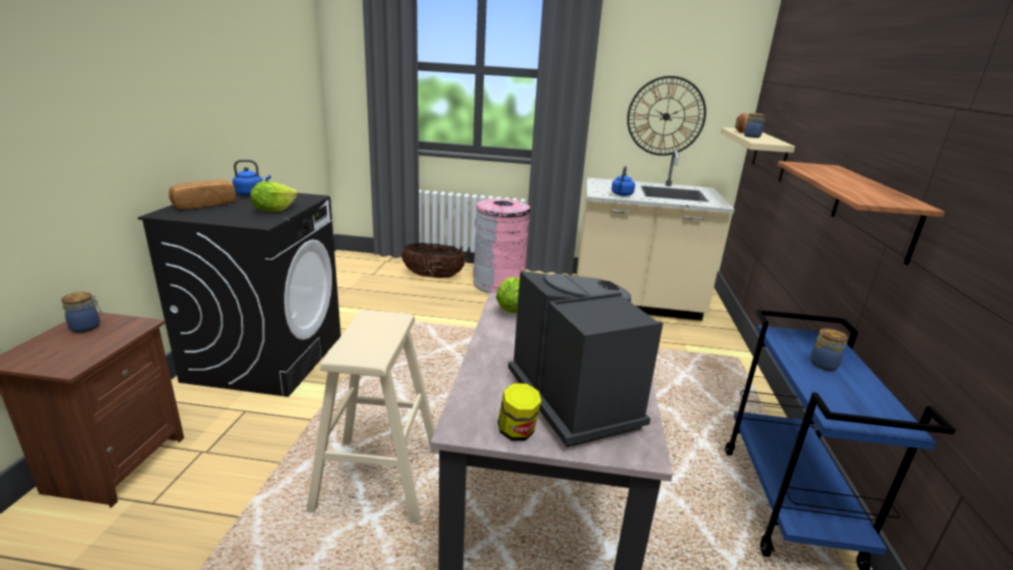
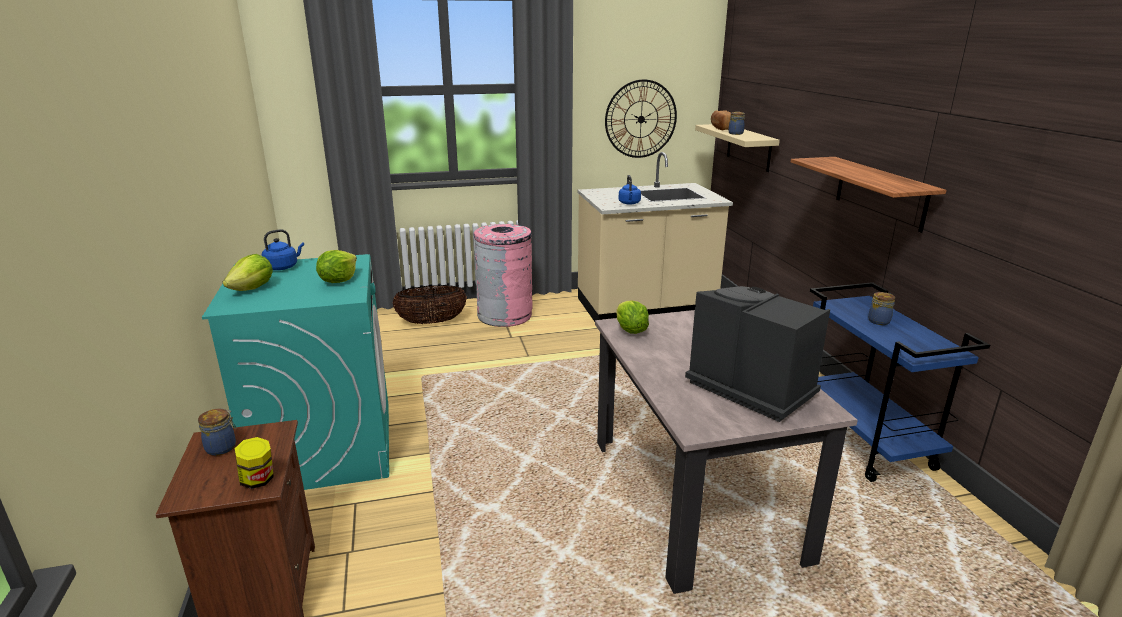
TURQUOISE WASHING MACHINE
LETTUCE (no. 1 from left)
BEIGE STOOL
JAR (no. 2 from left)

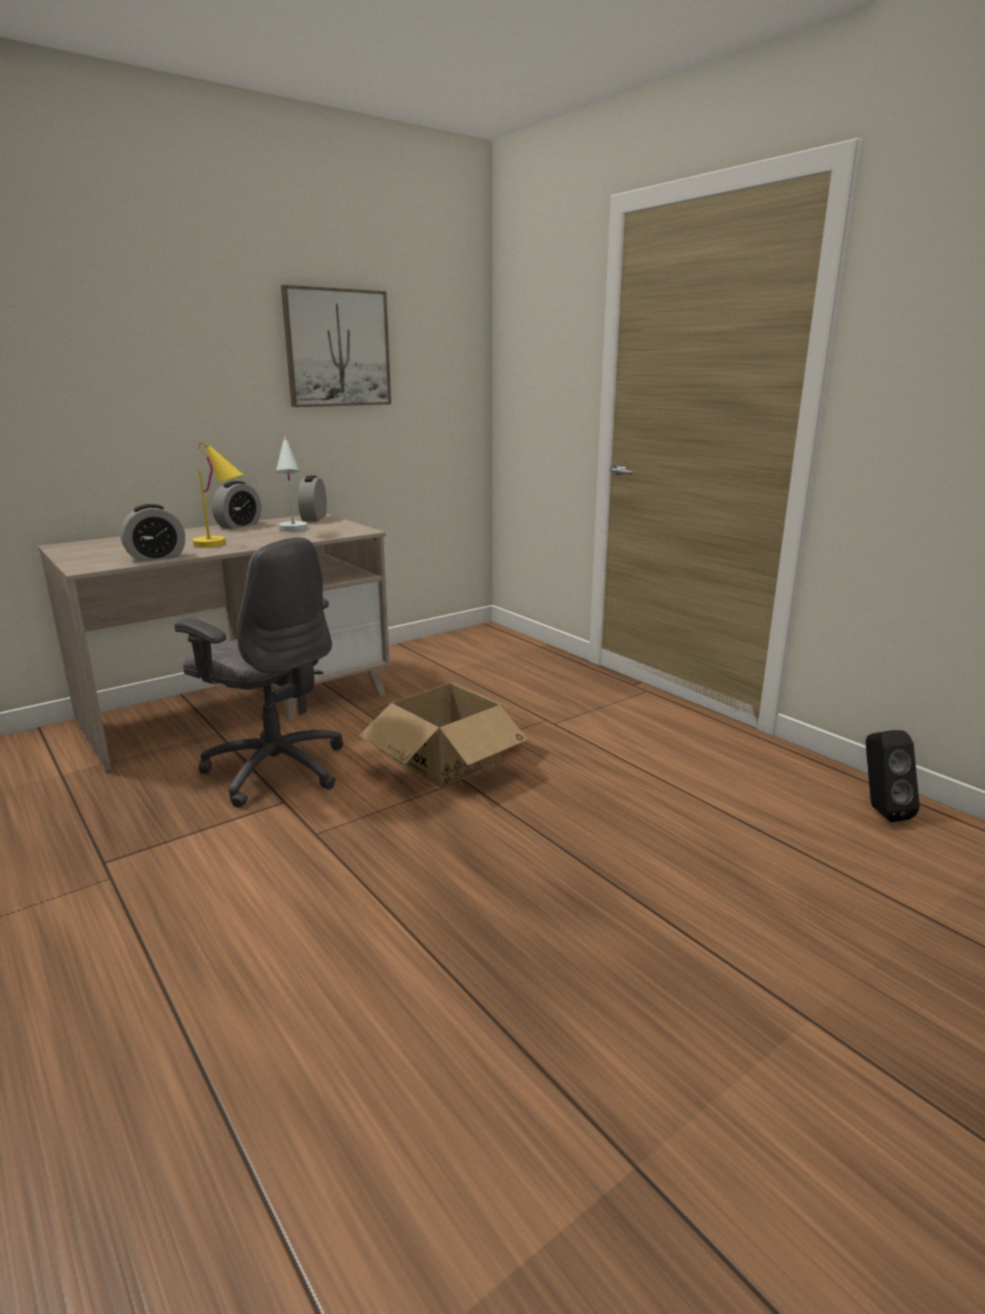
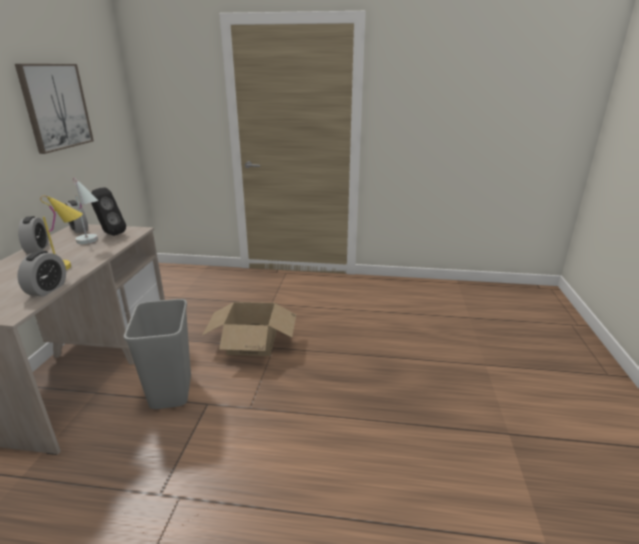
GREY TRASH CAN
BLACK SPEAKER

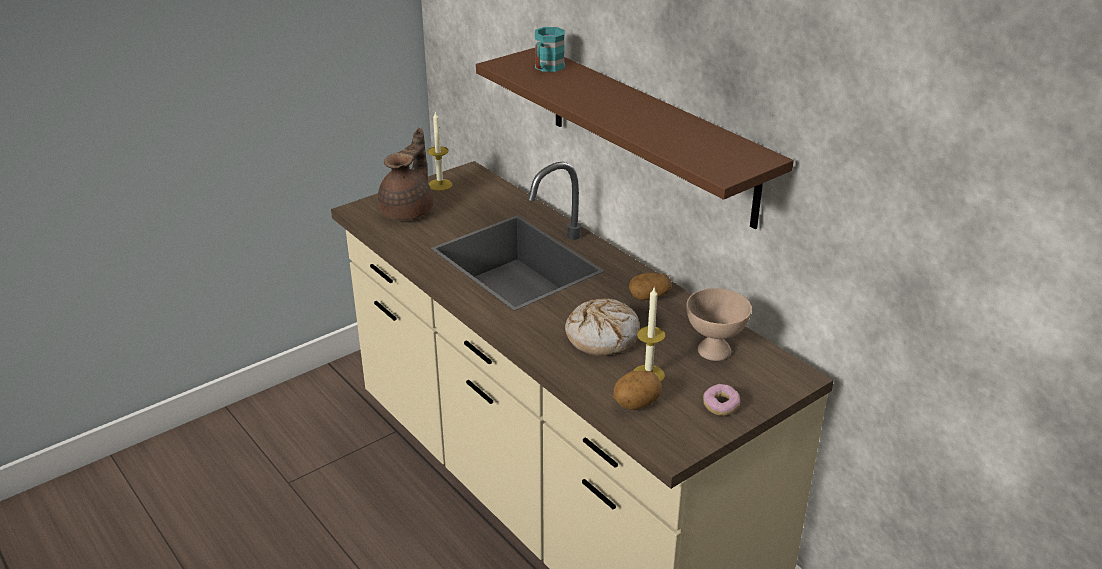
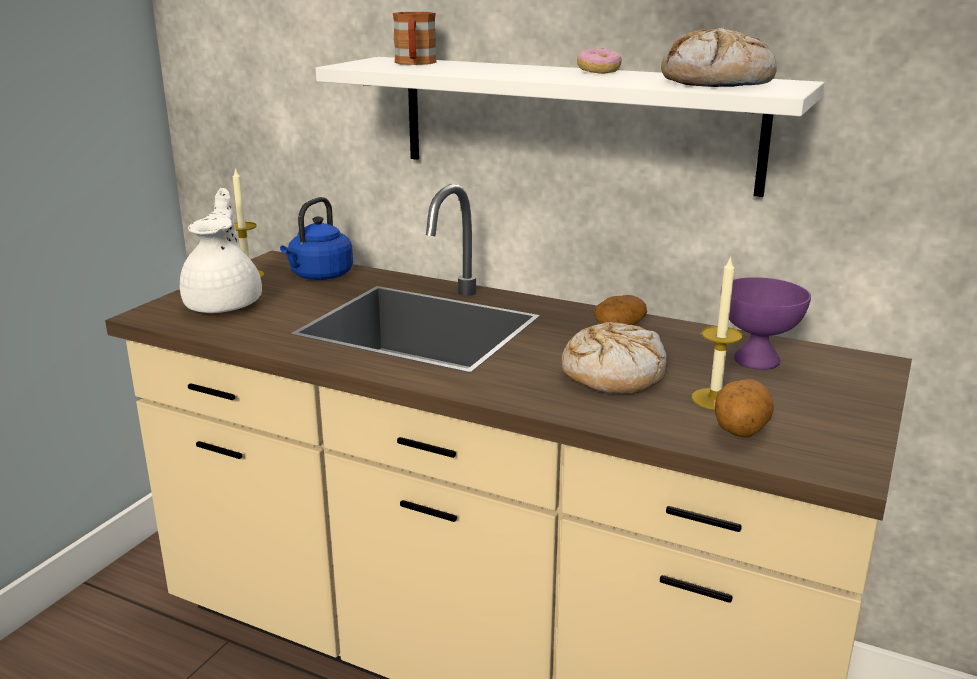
WHITE TEAPOT
WHITE SHELF
BROWN MUG
PURPLE BOWL
DONUT
BLUE KETTLE
BREAD (no. 2 from left)

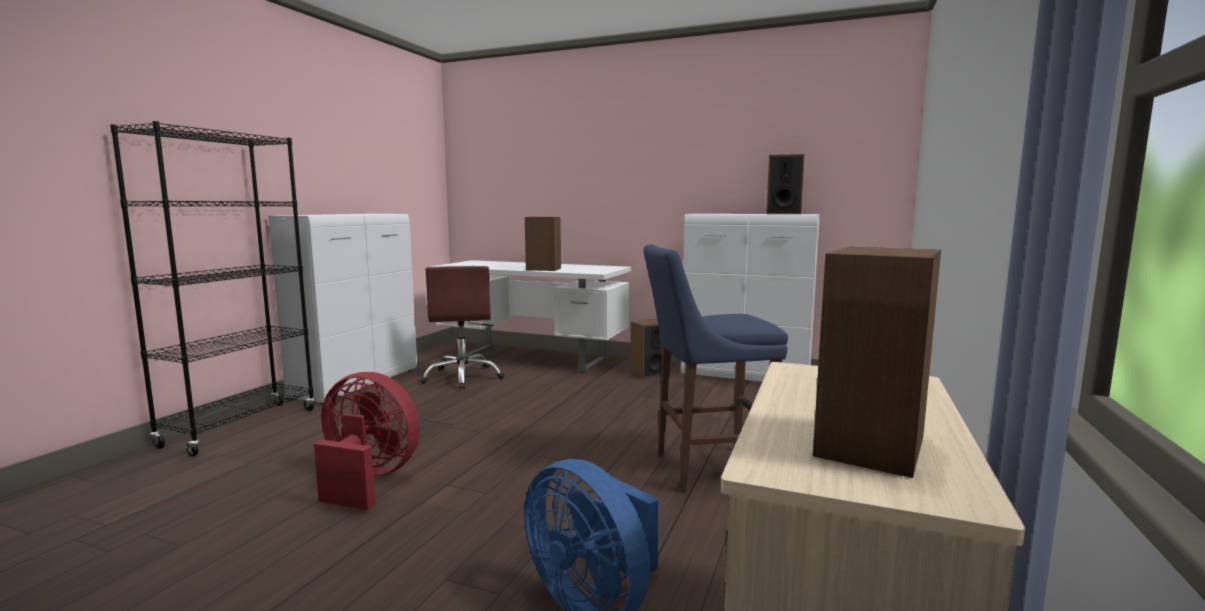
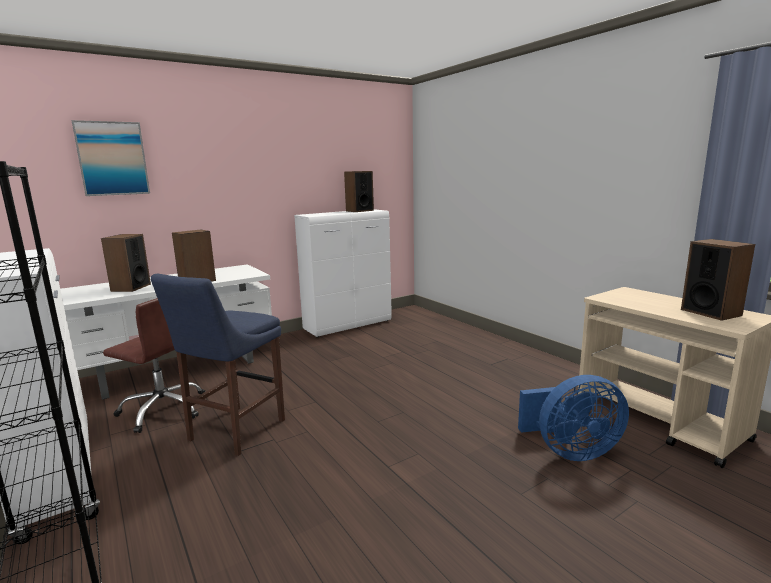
RED FAN
SPEAKER (no. 1 from left)
BLUE STOOL
PICTURE

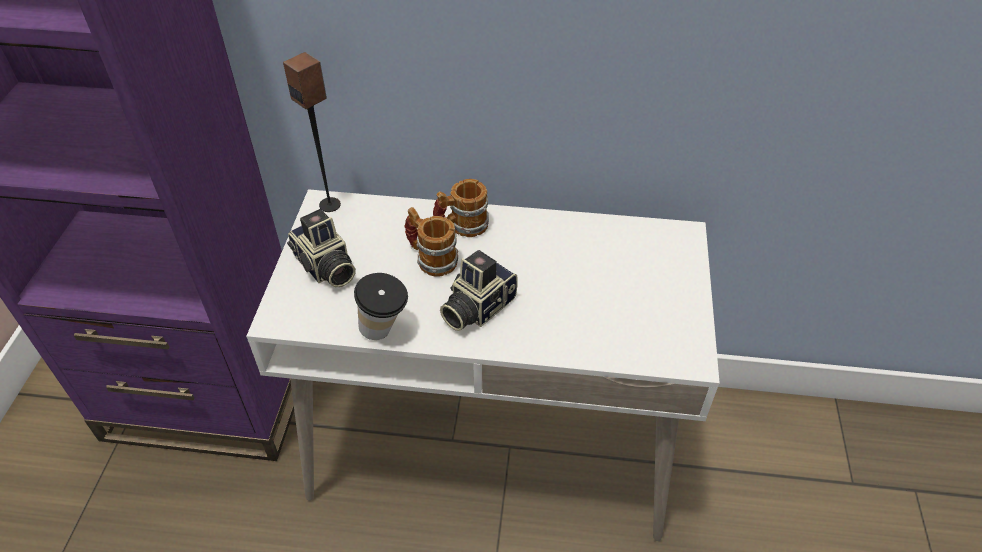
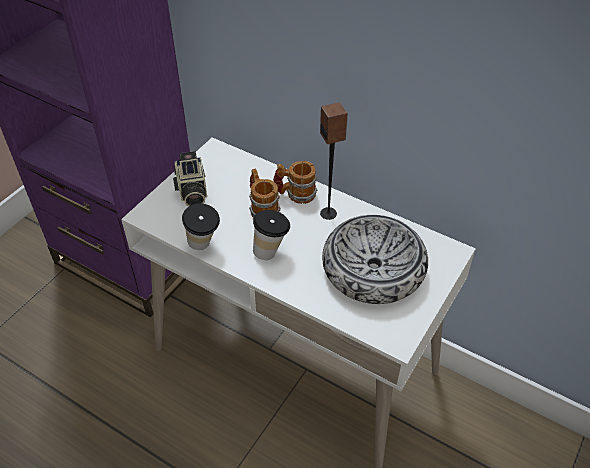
SPEAKER
CUP (no. 2 from left)
BOWL

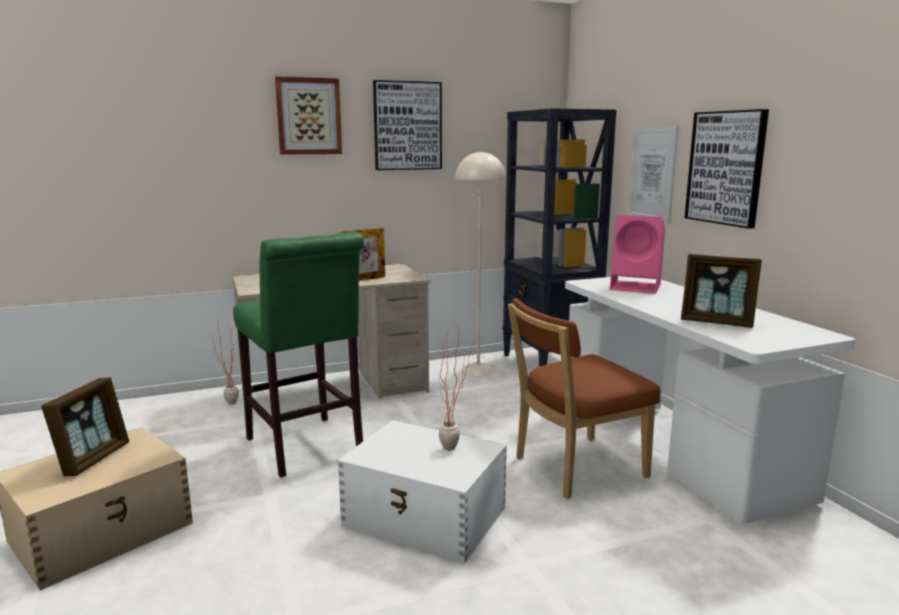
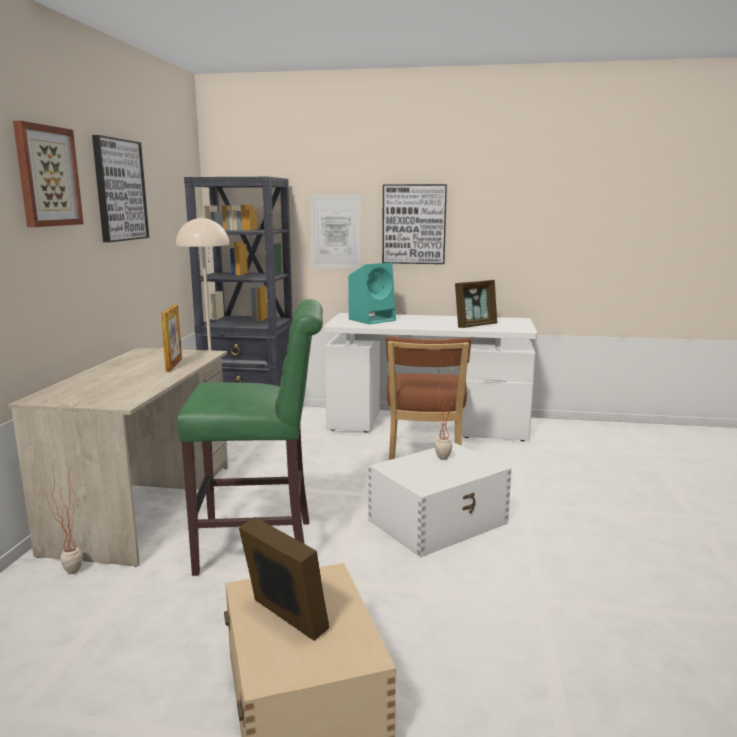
TURQUOISE SPEAKER

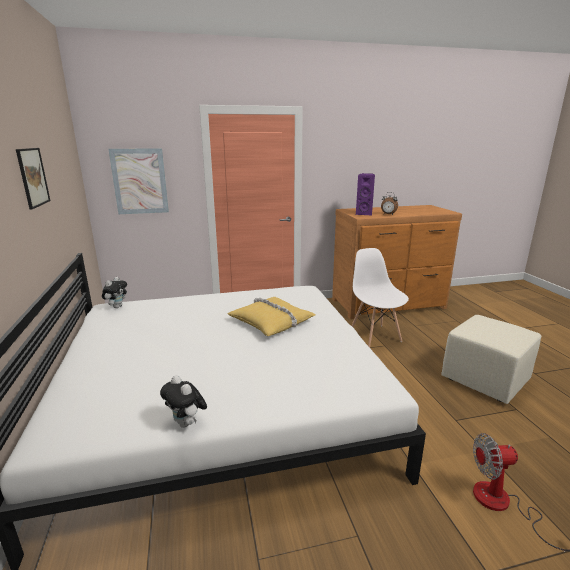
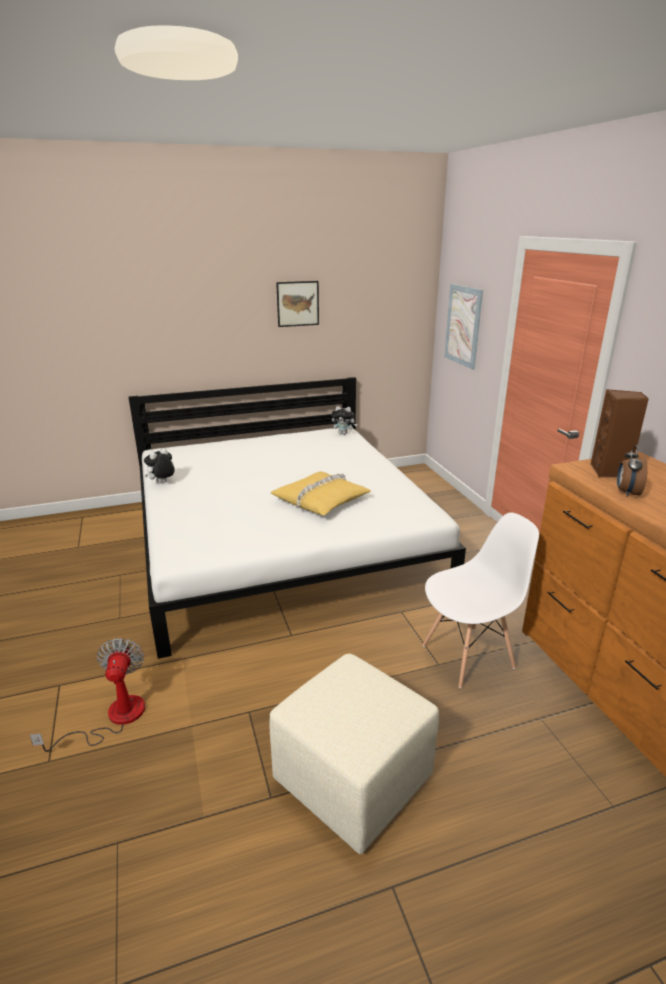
BROWN SPEAKER

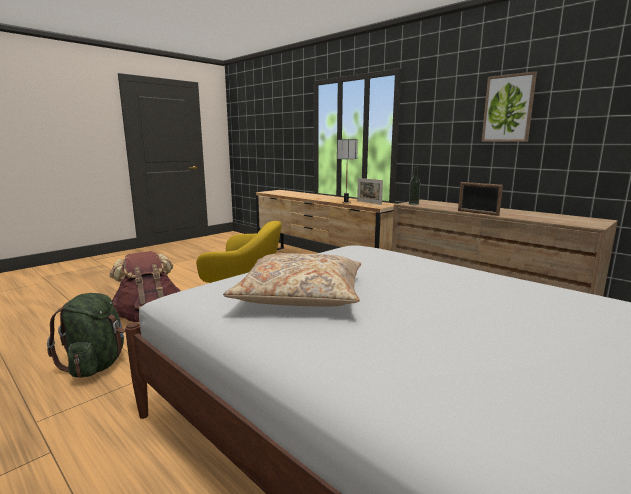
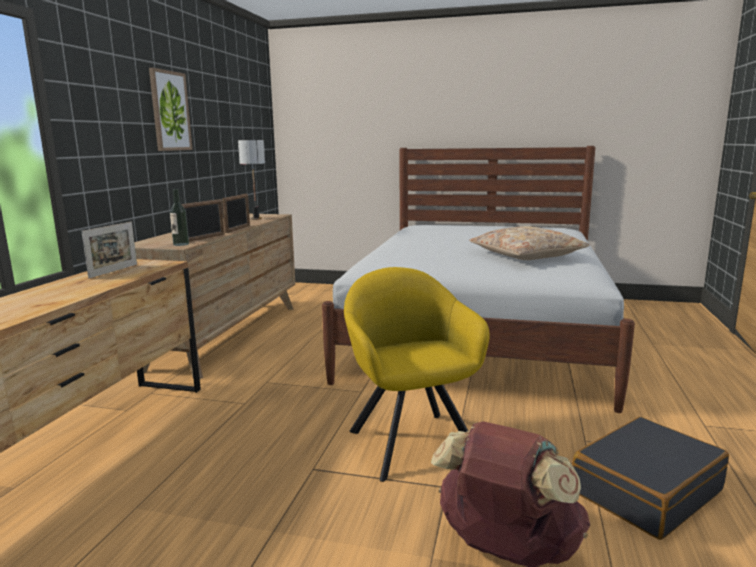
BLACK SUITCASE
TABLE LAMP
PICTURE FRAME (no. 2 from left)

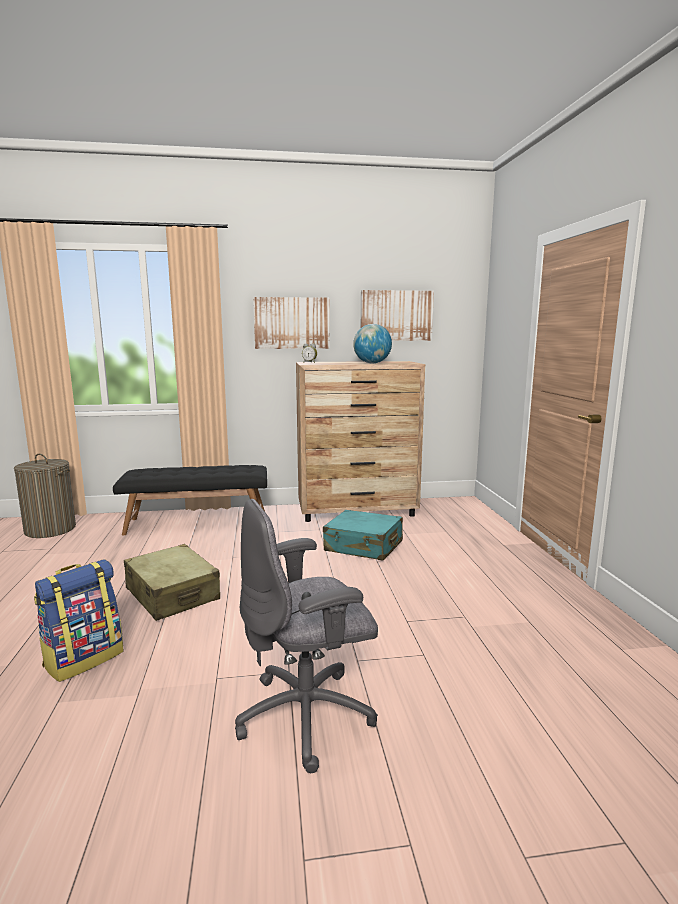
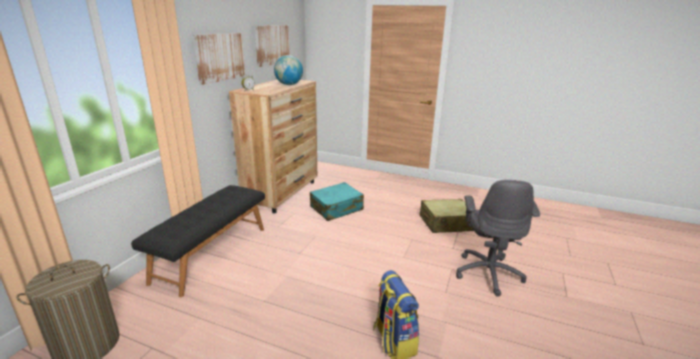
BEIGE SUITCASE

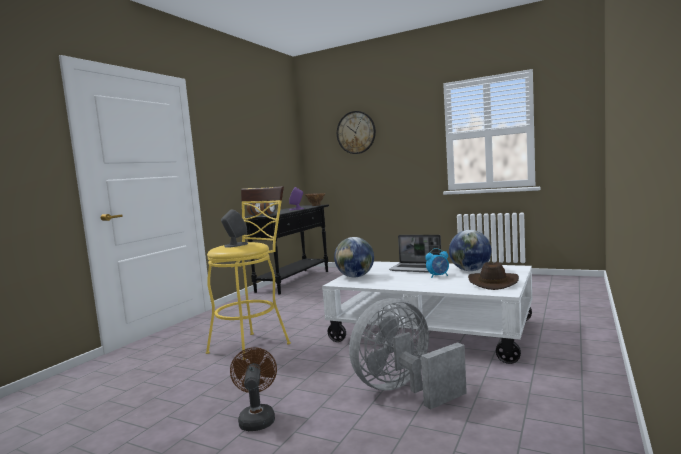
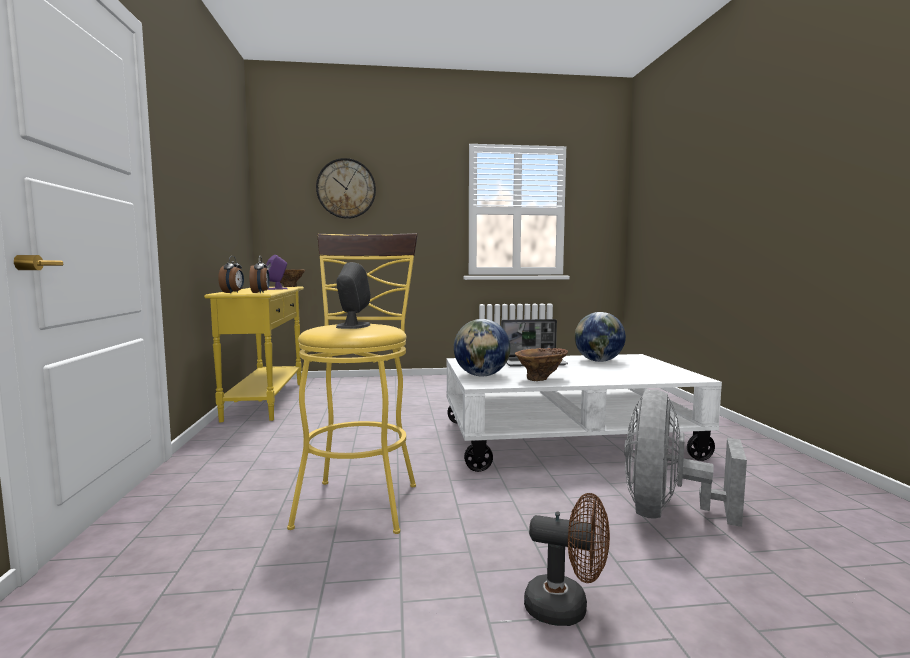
BROWN FAN
YELLOW CONSOLE TABLE
ALARM CLOCK (no. 3 from left in the first image)
BROWN HAT
BROWN VASE (no. 2 from left)

